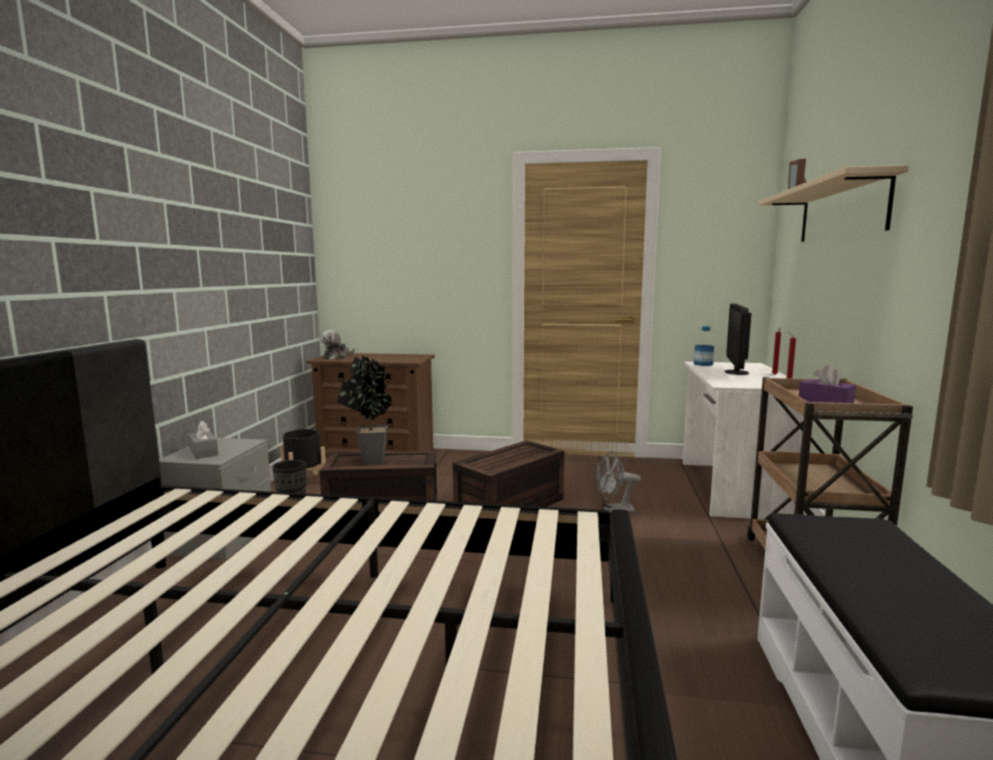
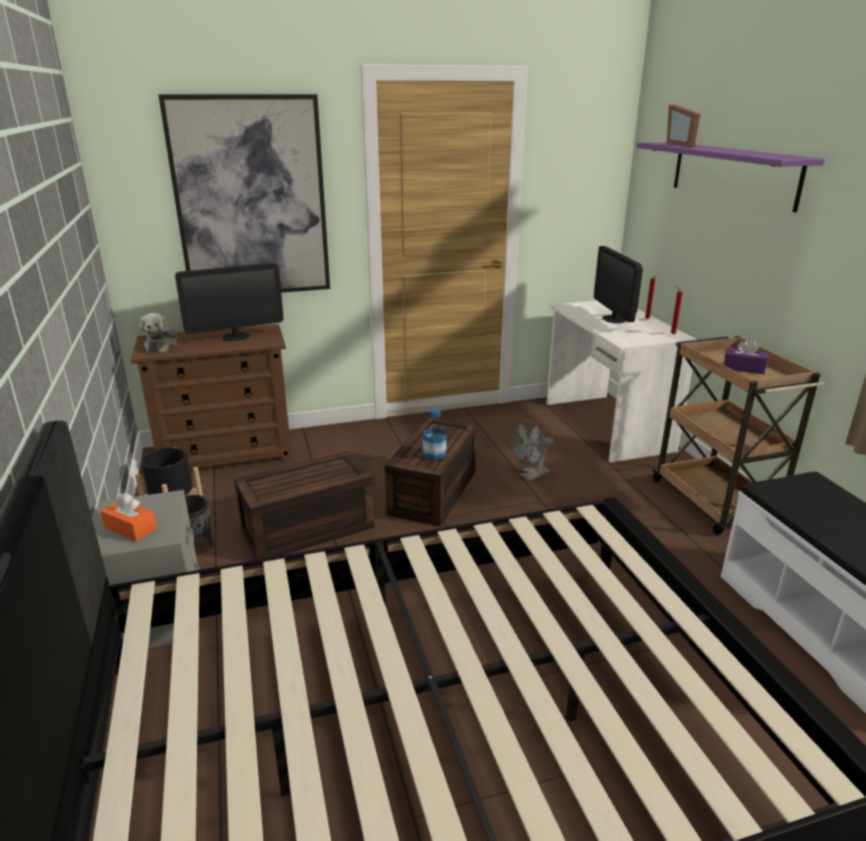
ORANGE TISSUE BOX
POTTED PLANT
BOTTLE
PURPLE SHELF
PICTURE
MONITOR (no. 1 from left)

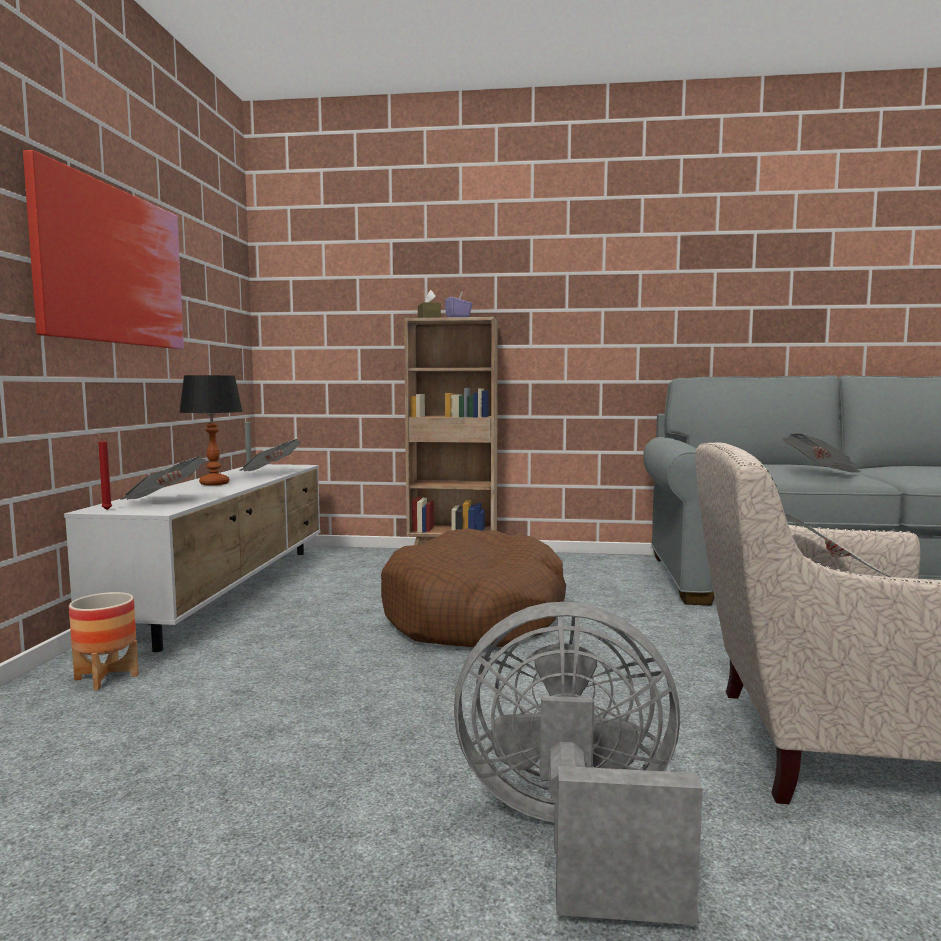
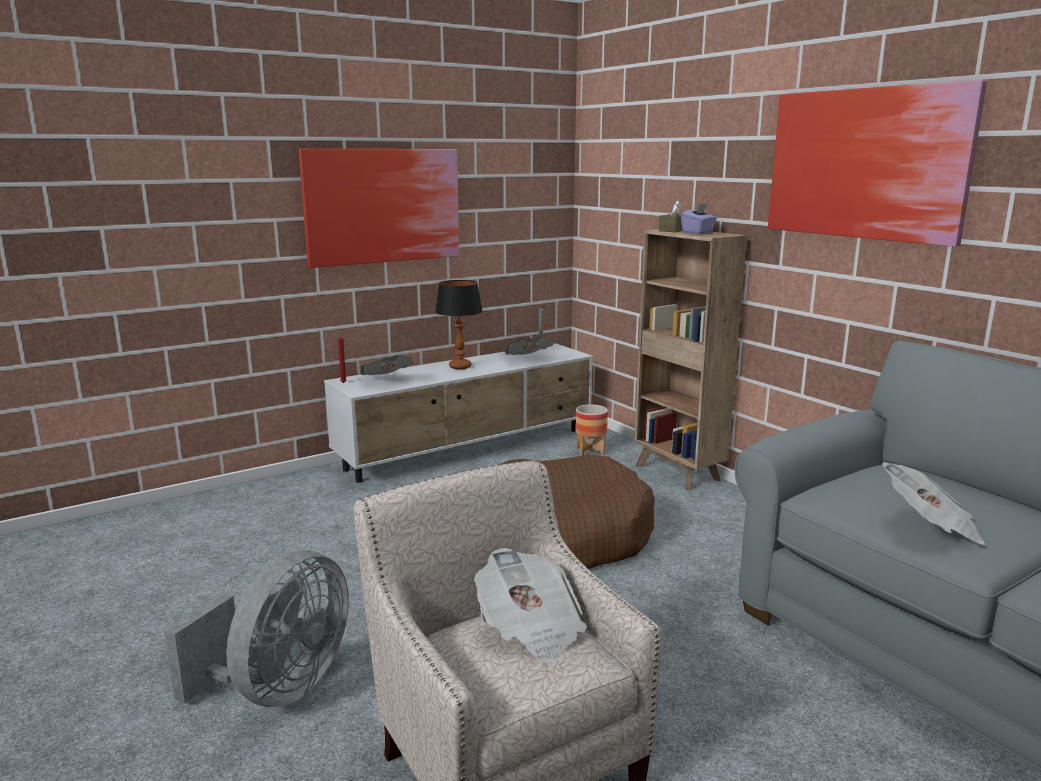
PLANTER
GREY FAN
PICTURE (no. 2 from left)

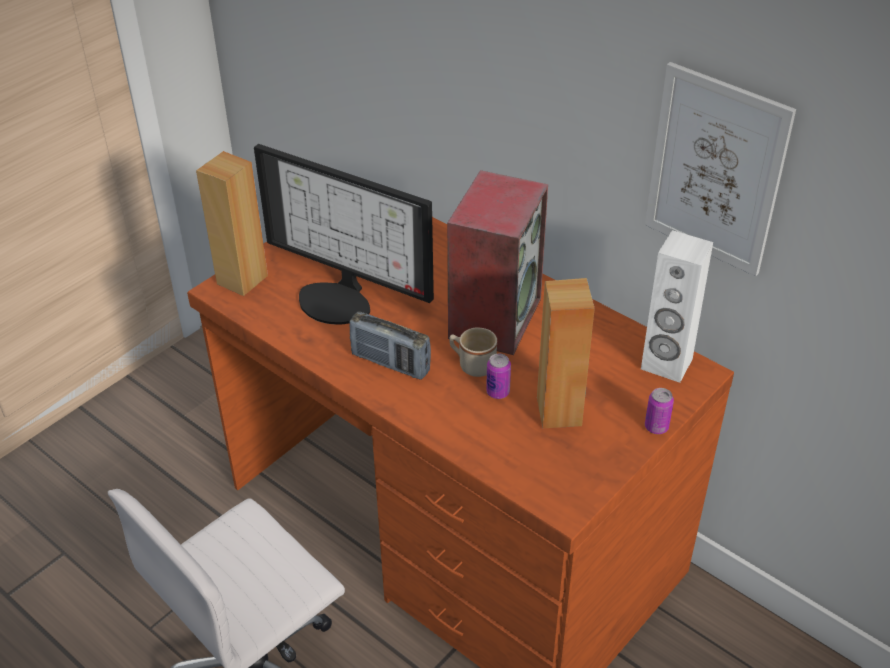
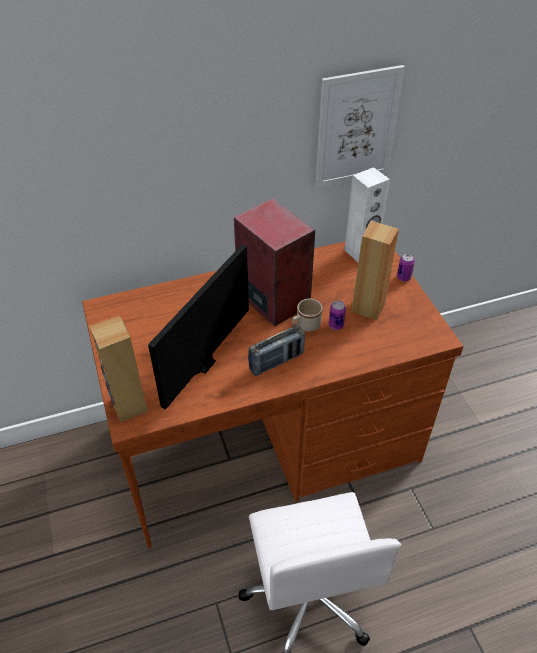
MONITOR

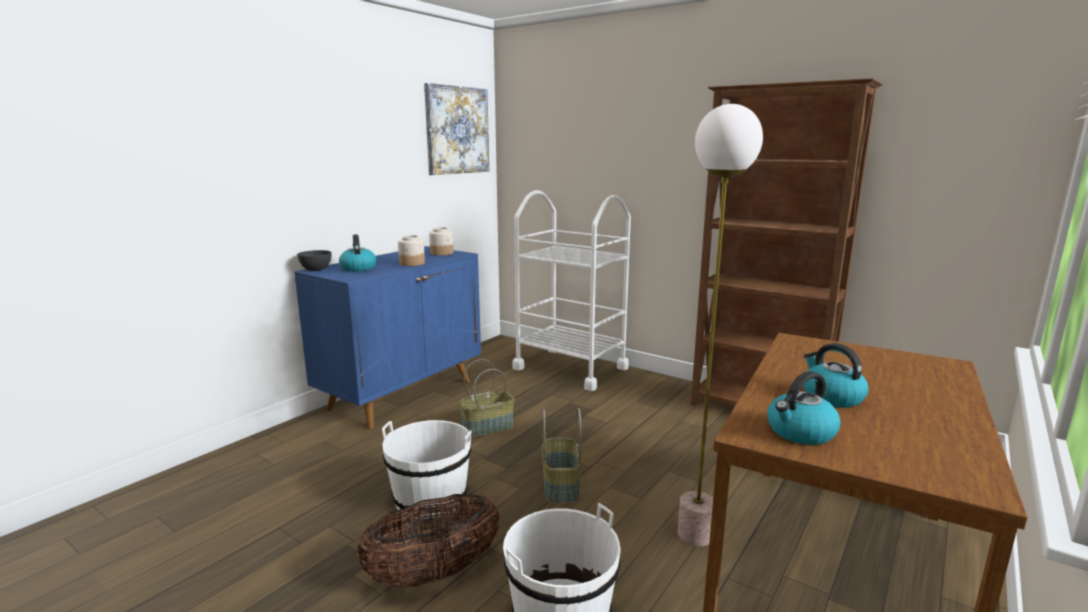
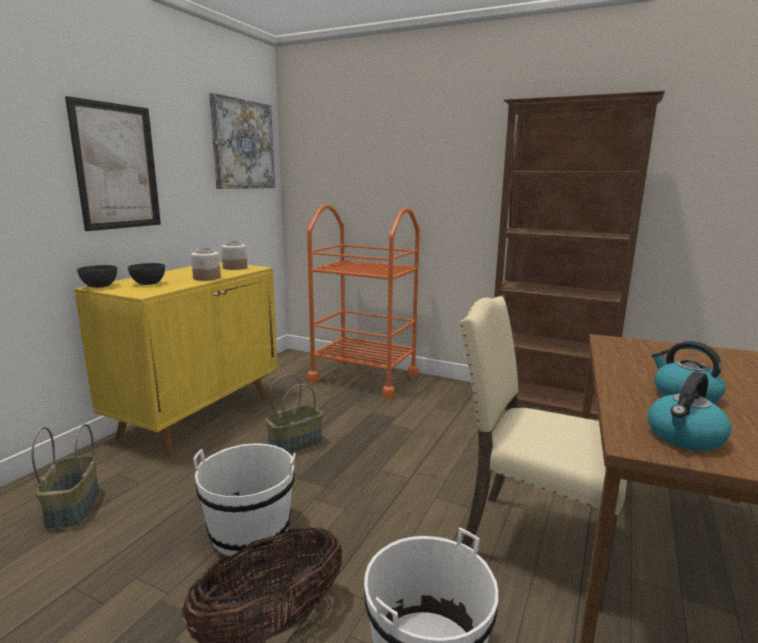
YELLOW CABINET
GREY BOWL (no. 2 from left)
ORANGE CART
BASKET (no. 1 from left)
BEIGE CHAIR
PICTURE (no. 1 from left)

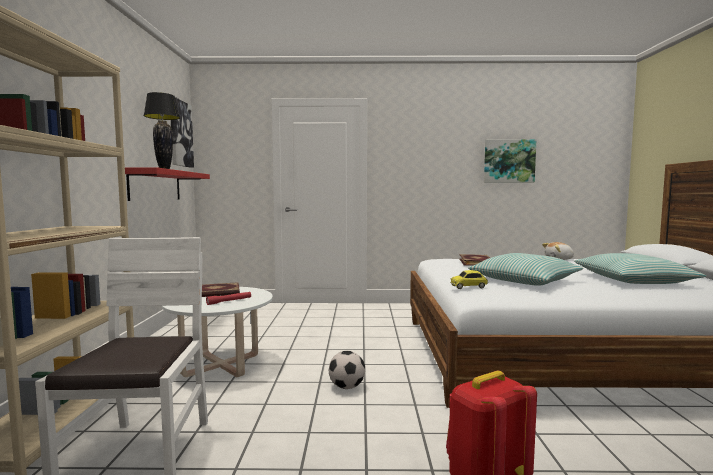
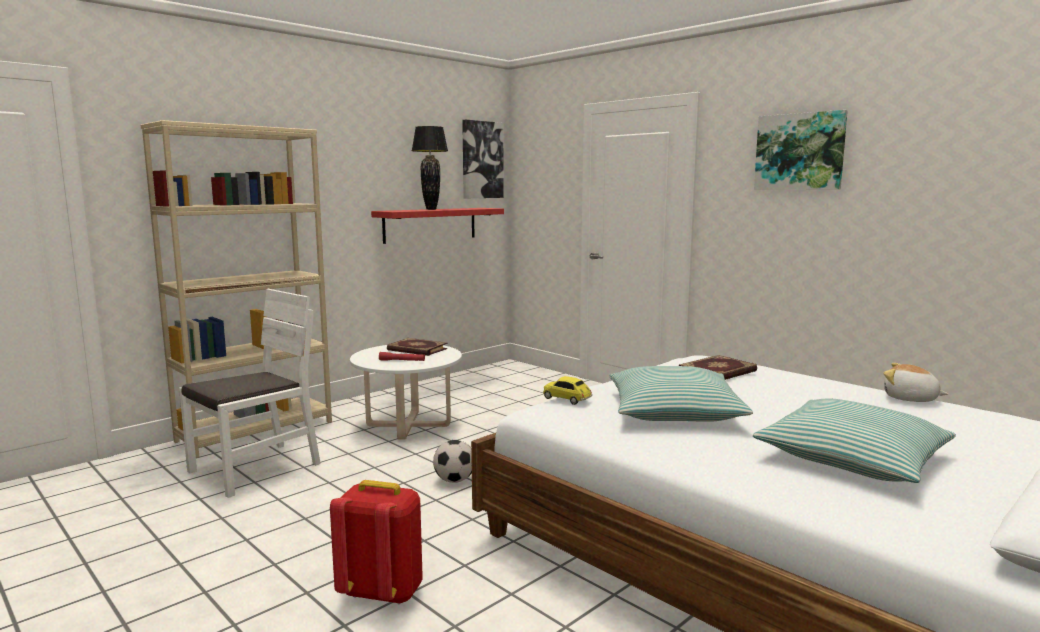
PICTURE (no. 2 from left)

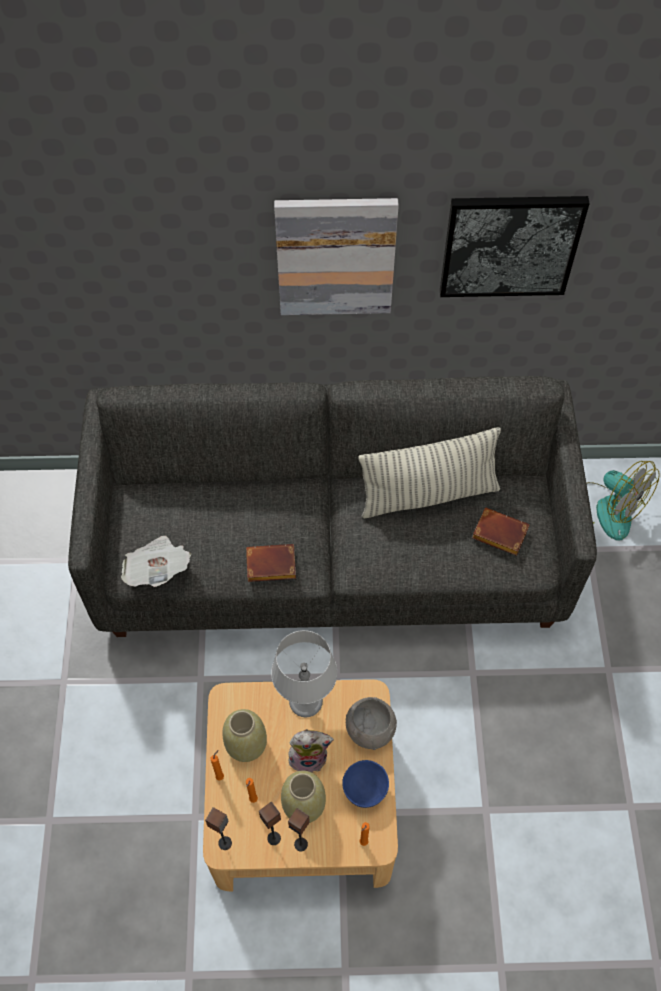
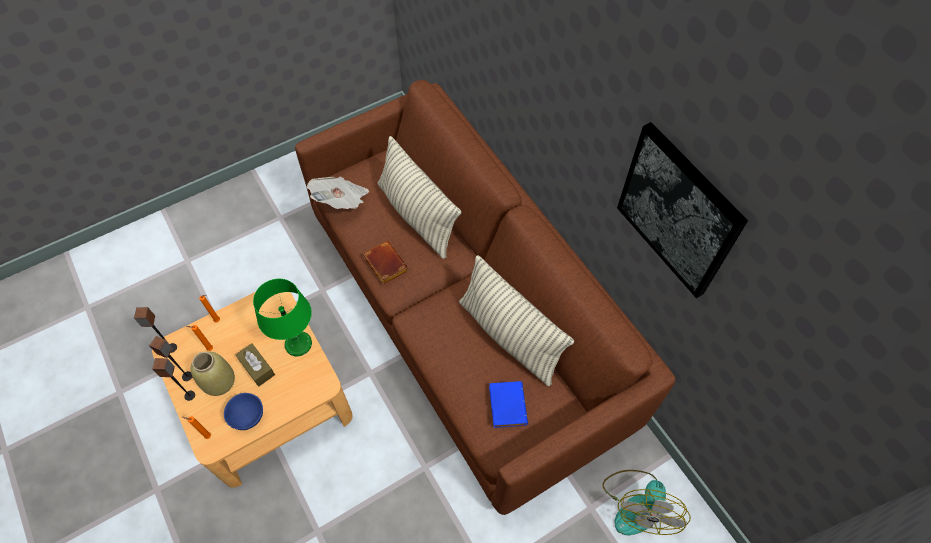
BROWN SOFA
BEIGE VASE (no. 1 from left in the first image)
GREEN TABLE LAMP
PICTURE (no. 1 from left in the first image)
BROWN TISSUE BOX
GREY BOWL
BLUE BOOK
PILLOW (no. 1 from left)

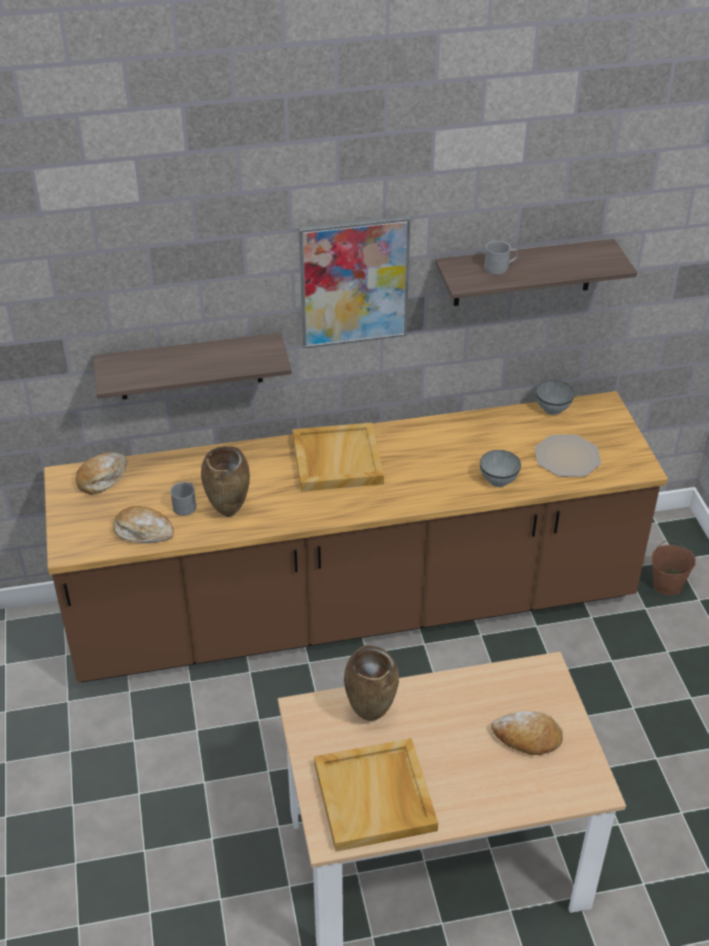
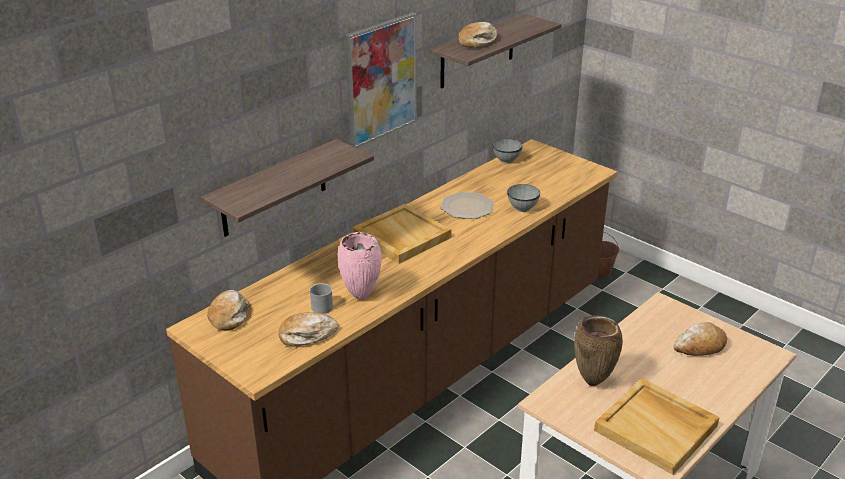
PINK VASE
BREAD (no. 3 from left)
PLATE

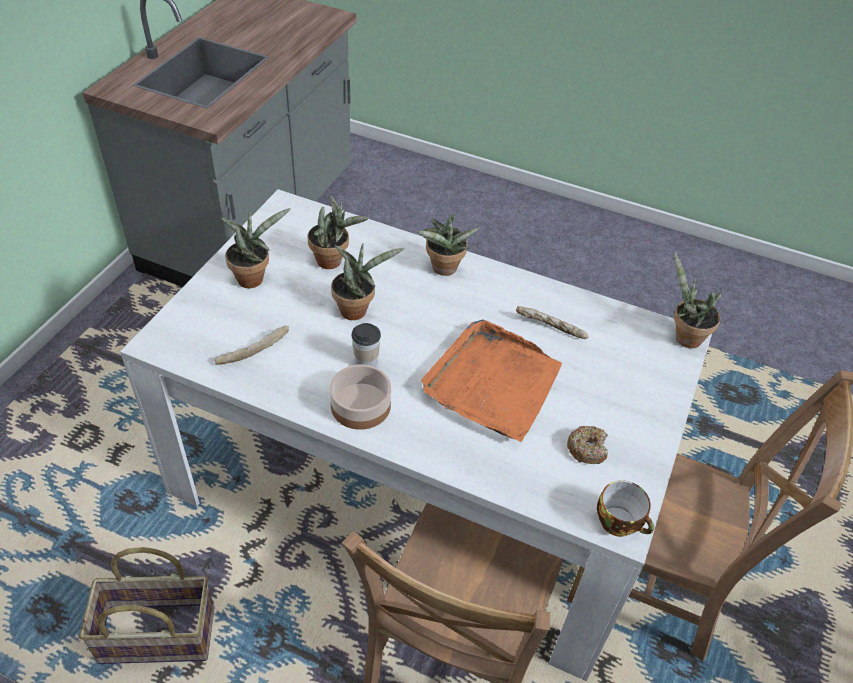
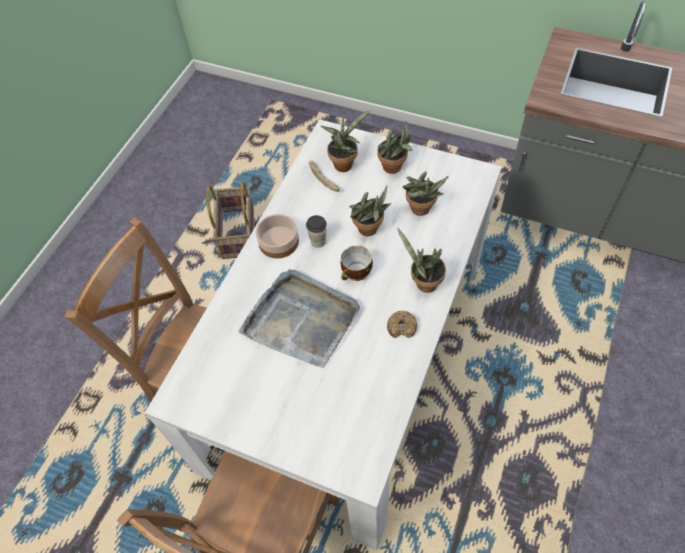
GREY TRAY
BREAD (no. 2 from left in the first image)
DONUT
CUP (no. 2 from left)
POTTED PLANT (no. 1 from left)

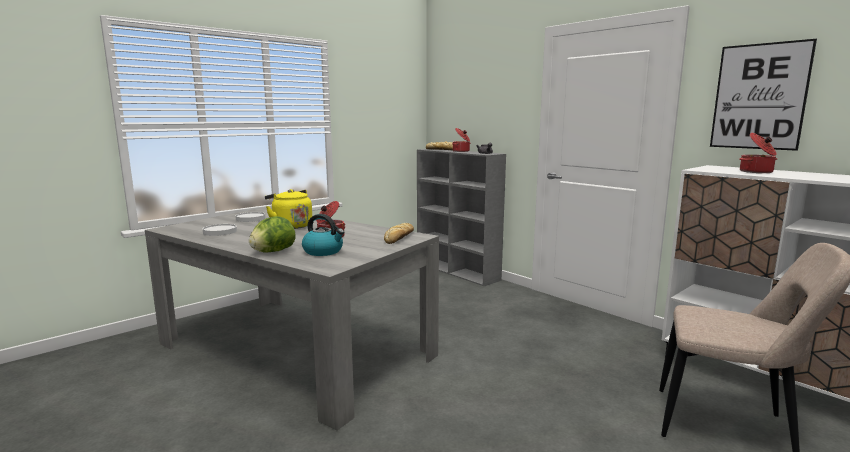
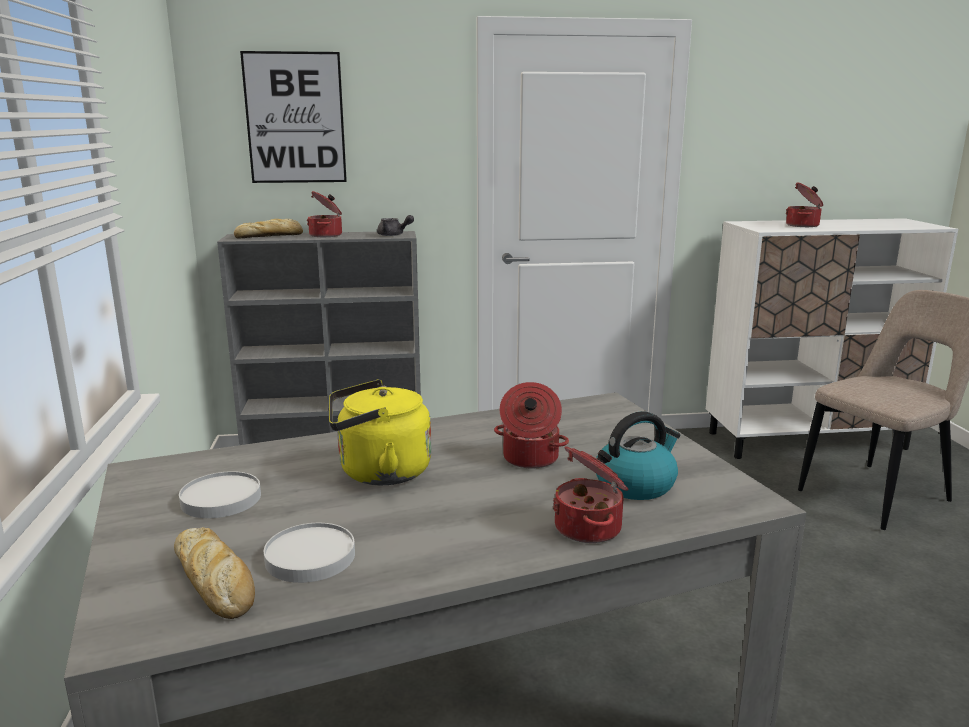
COOKING POT (no. 3 from left)
BREAD (no. 1 from left)
PICTURE

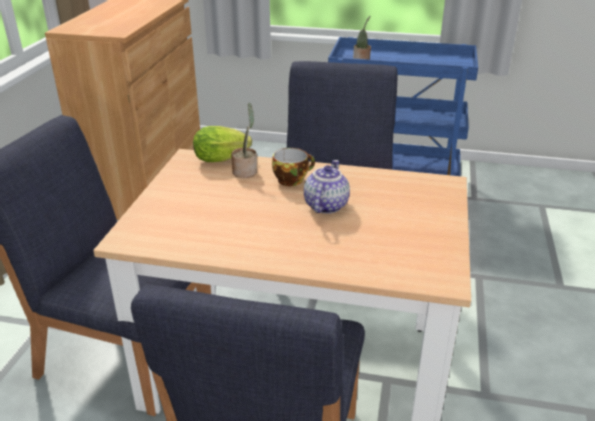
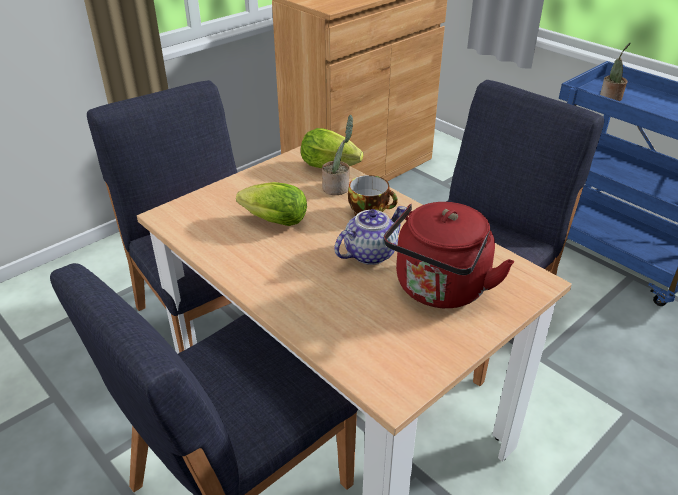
LETTUCE (no. 1 from left)
RED KETTLE

